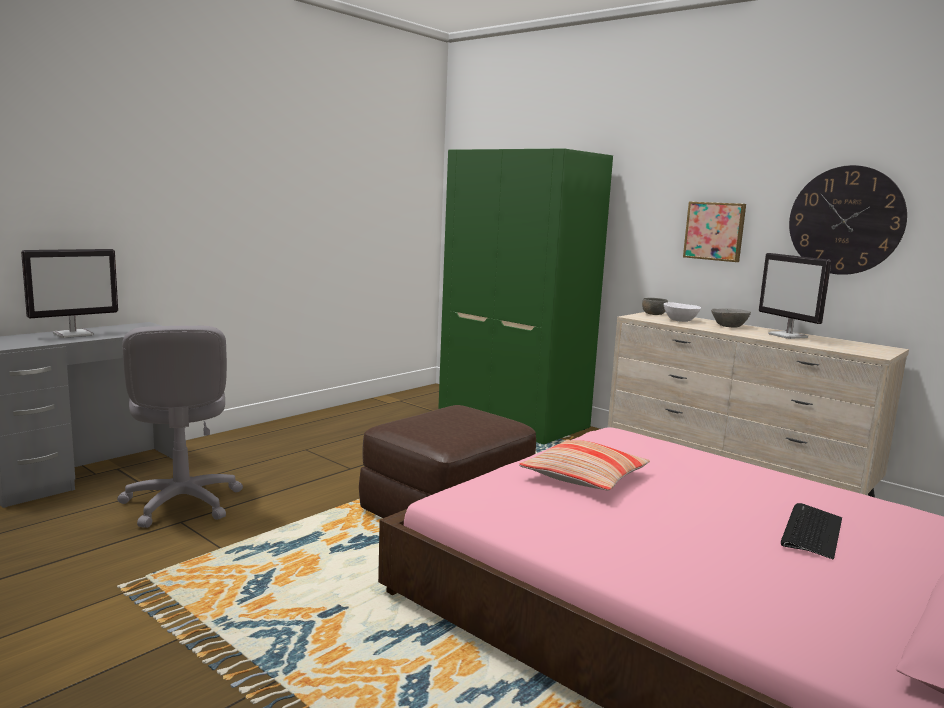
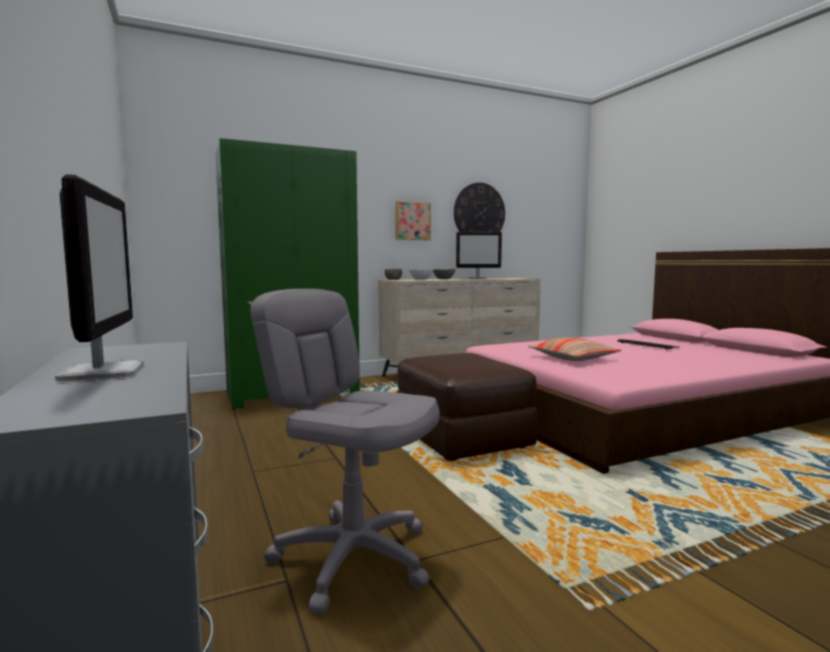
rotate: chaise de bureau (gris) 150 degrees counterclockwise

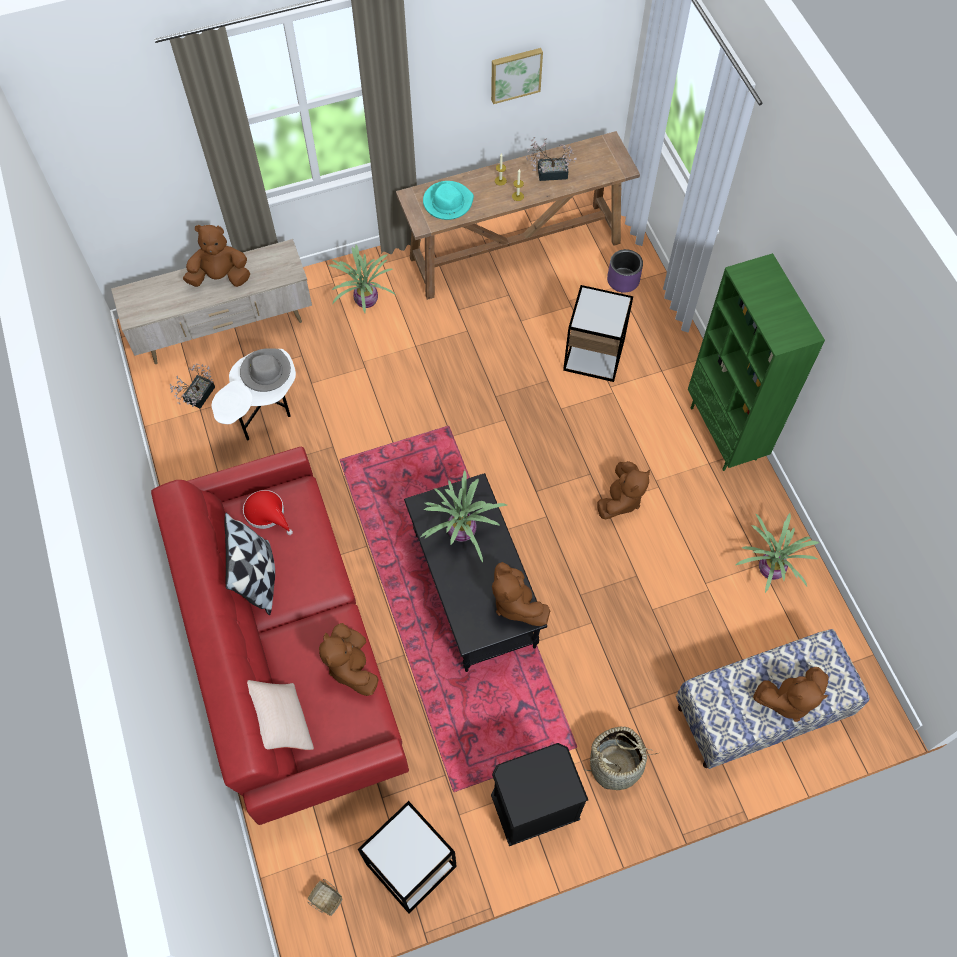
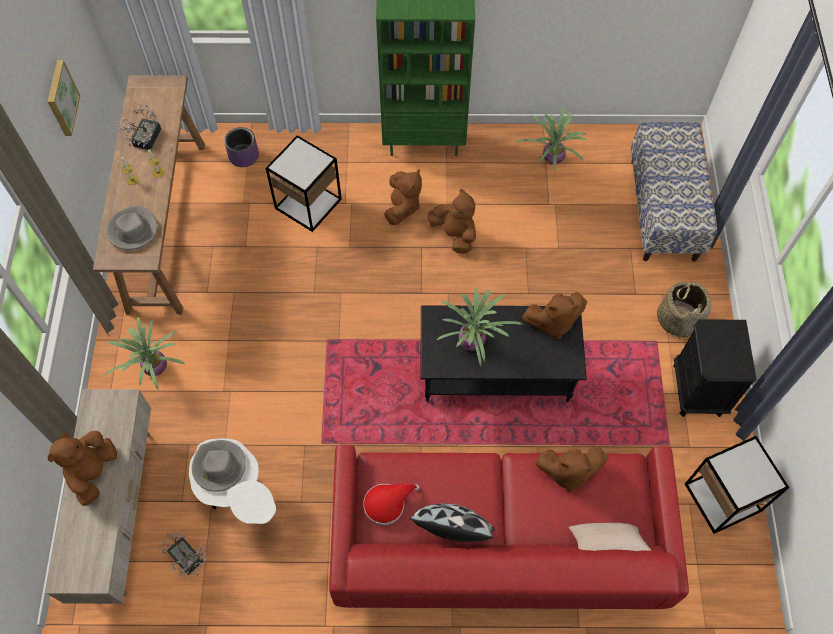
delete: panier (1st from left)
move: peluche (marron) (5th from left in the first image) to peluche (marron) (2nd from left)
recolor: chapeau (turquoise) to chapeau (gris) (1st from left)

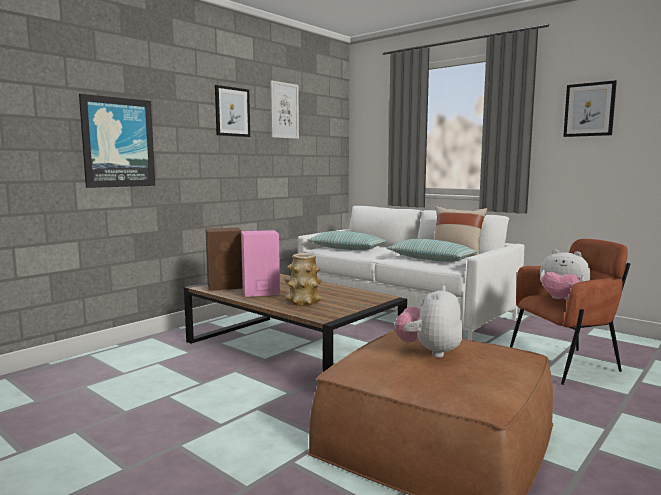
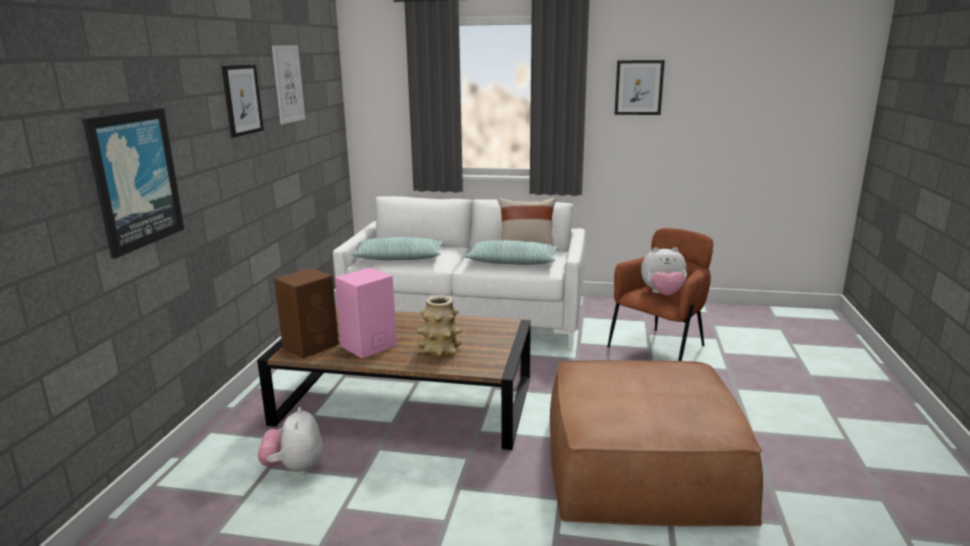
move: peluche (1st from left)

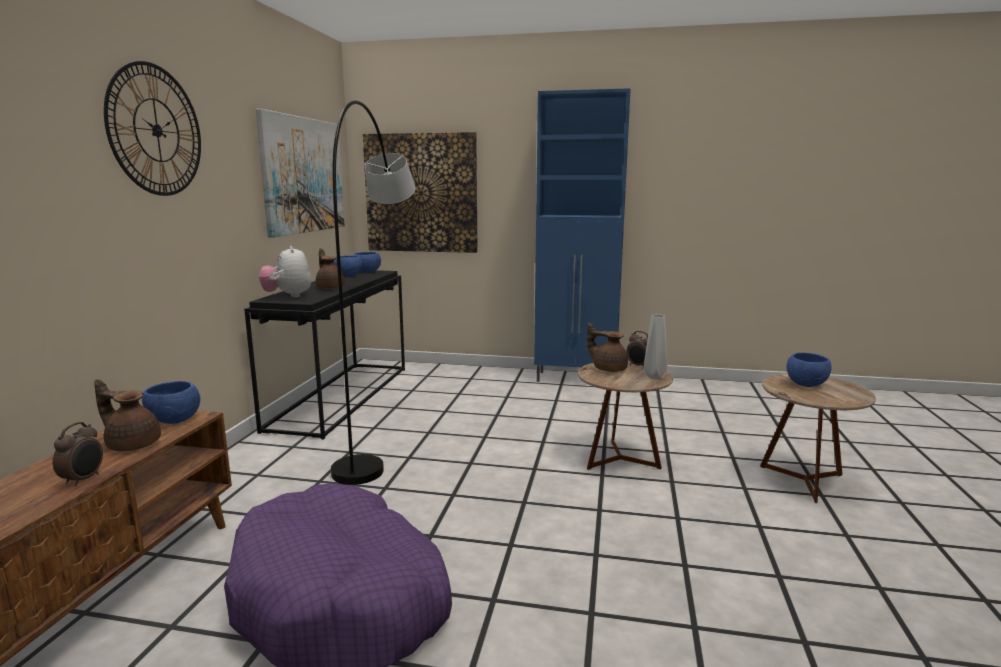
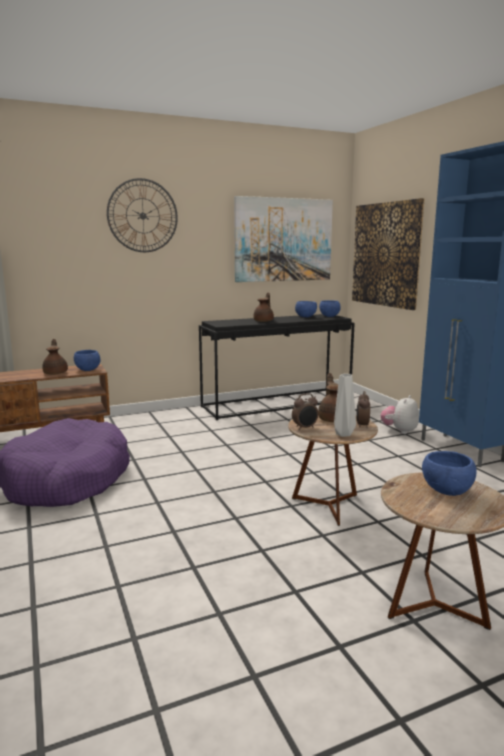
delete: lampadaire (gris)
move: peluche; réveil (1st from left)

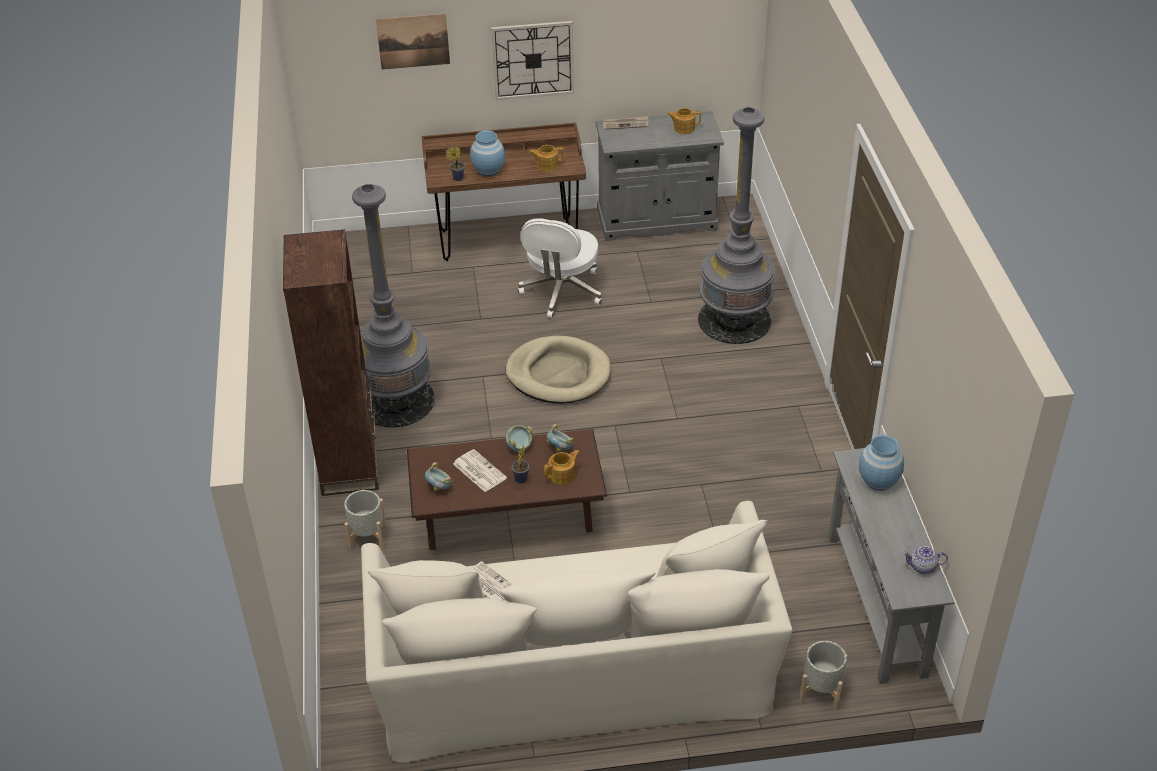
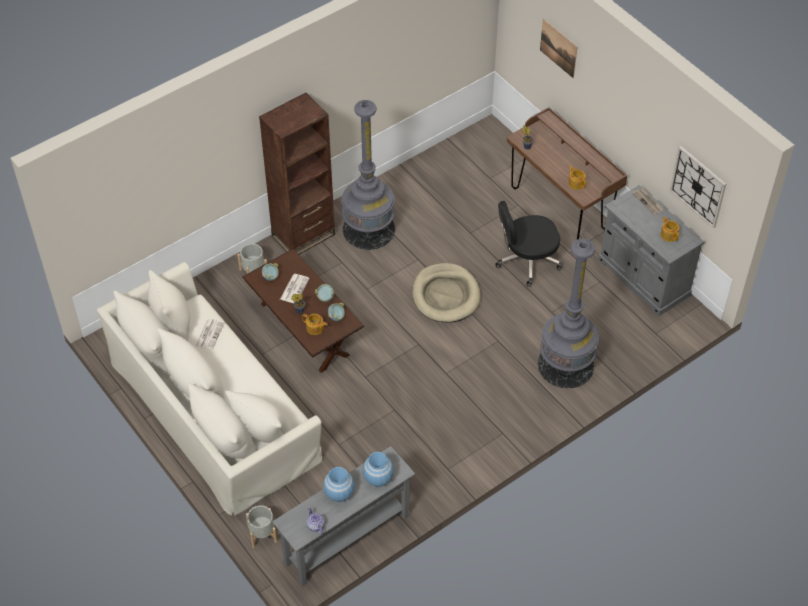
move: horloge murale; vase (bleu) (1st from left)
recolor: chaise de bureau (blanc) to chaise de bureau (noir)

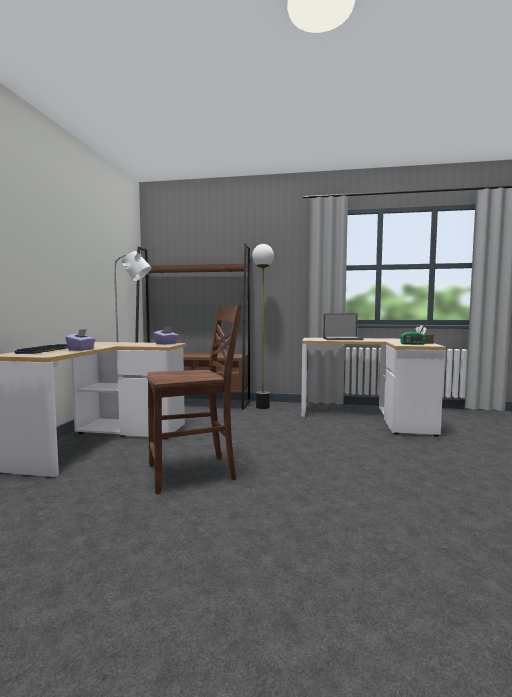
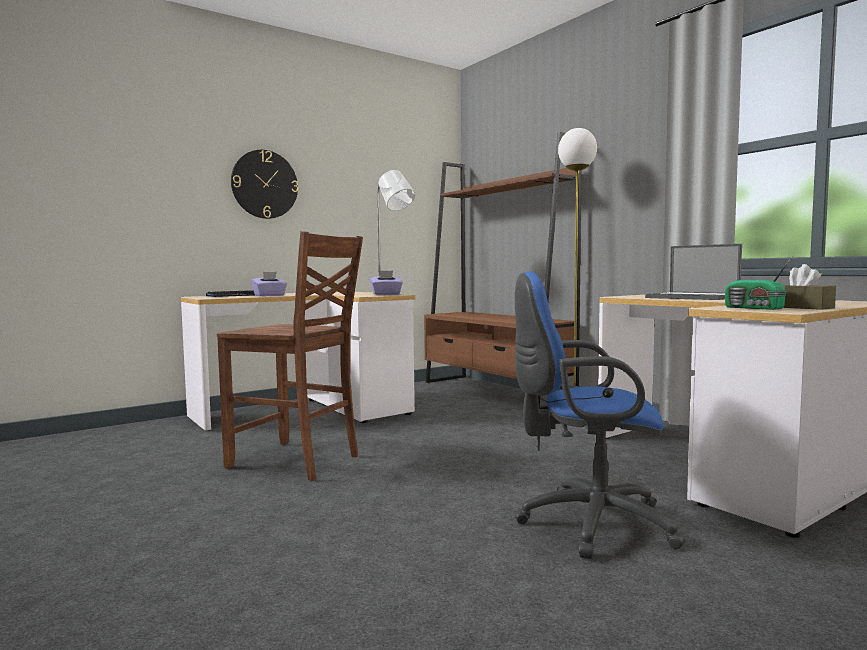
insert: horloge murale; chaise de bureau (bleu)

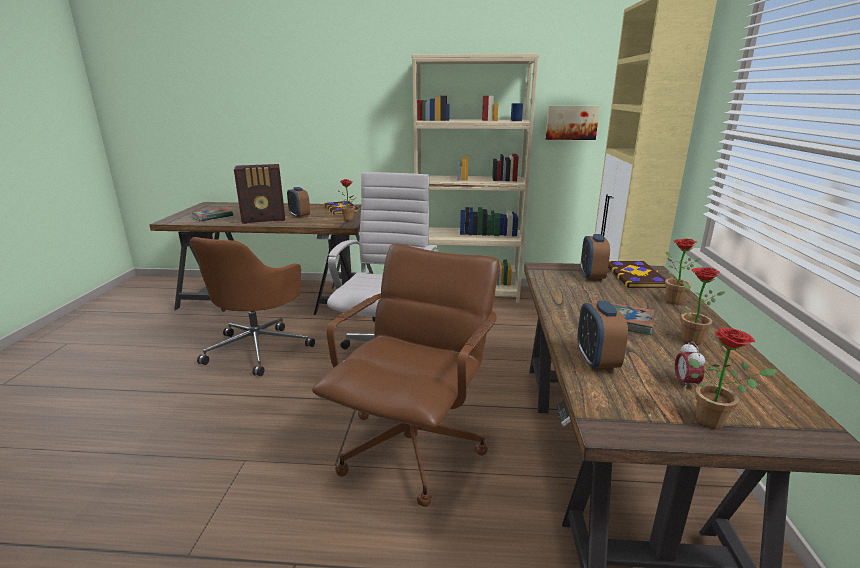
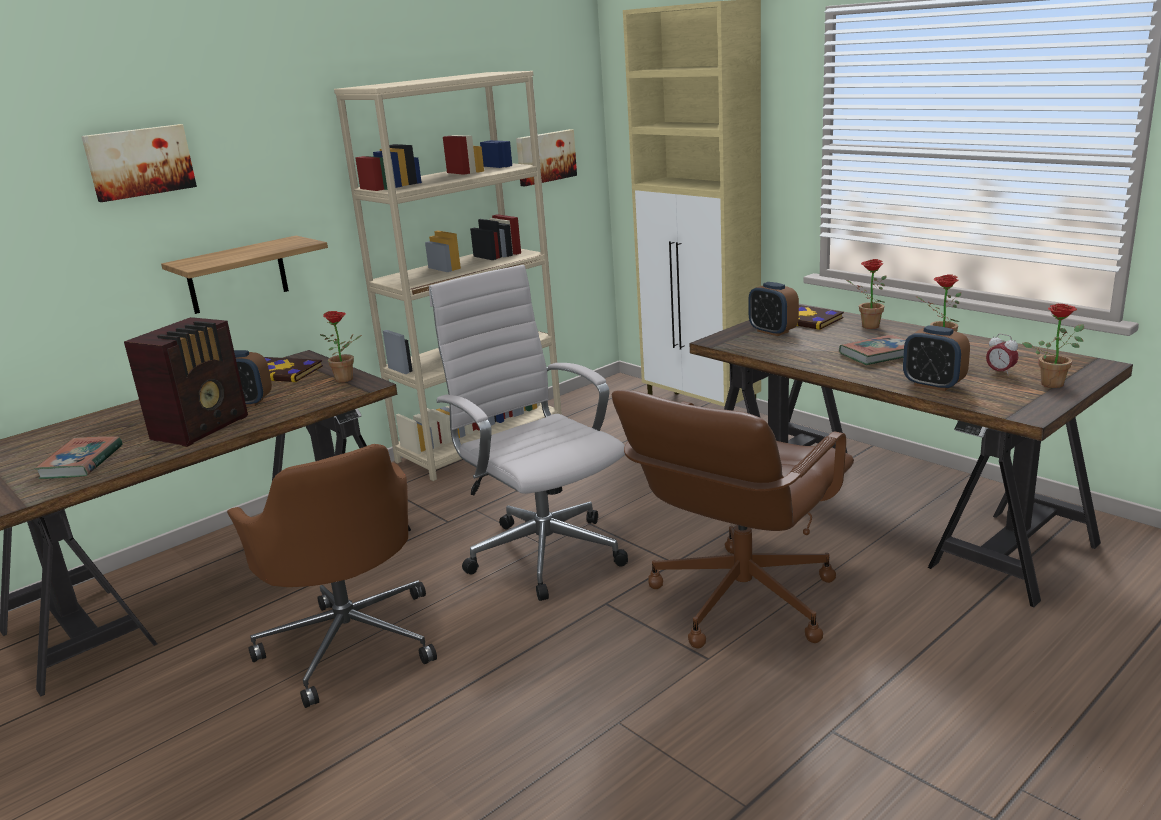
insert: tableau (1st from left); étagère
rotate: chaise de bureau (marron) (2nd from left) 120 degrees counterclockwise

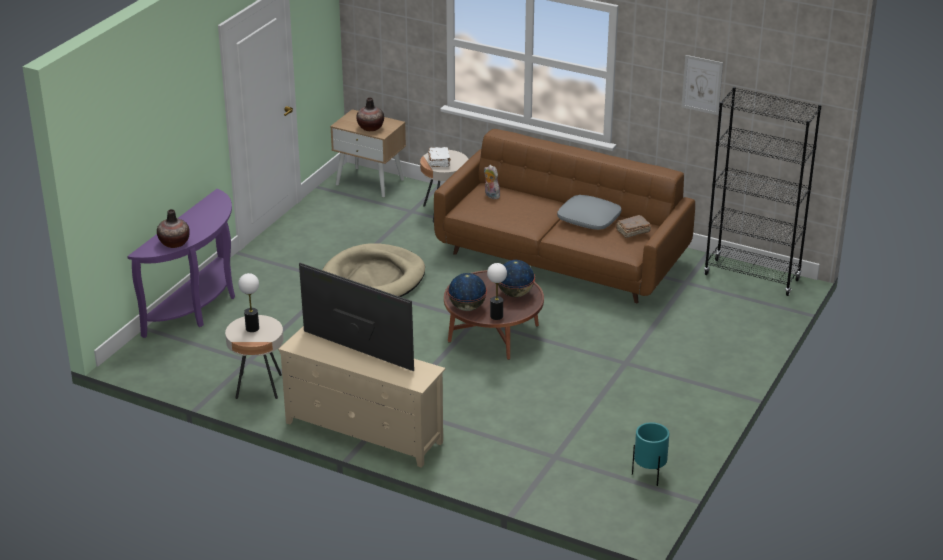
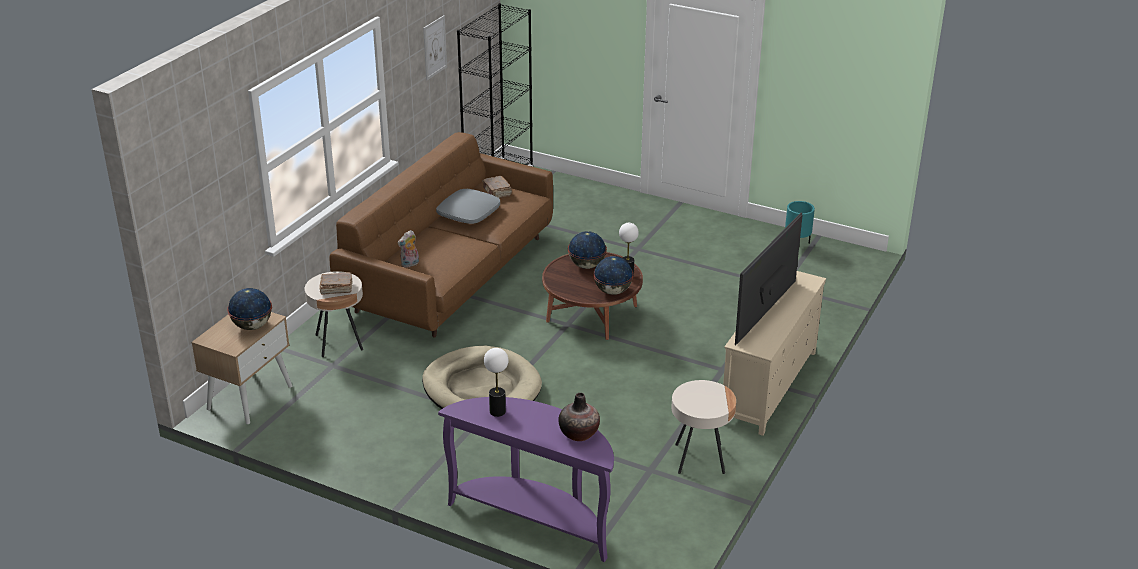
move: lampe de table (1st from left)
replace: vase (2nd from left) to globe (1st from left)
recolor: livre (blanc) to livre (marron) (1st from left)

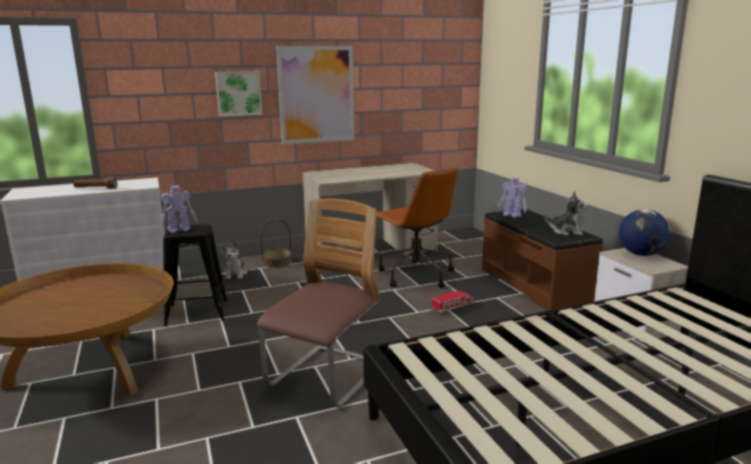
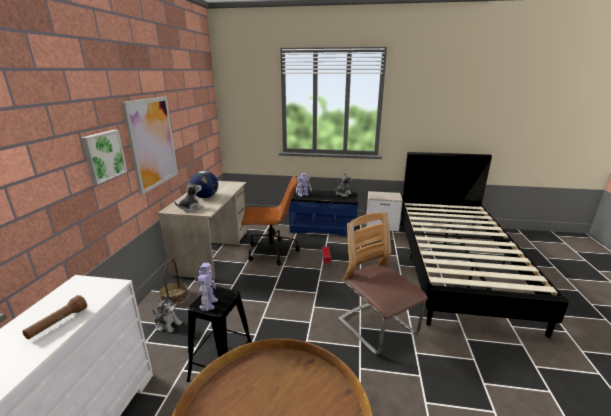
insert: peluche (2nd from left)
move: globe
recolor: banc (marron) to banc (bleu)

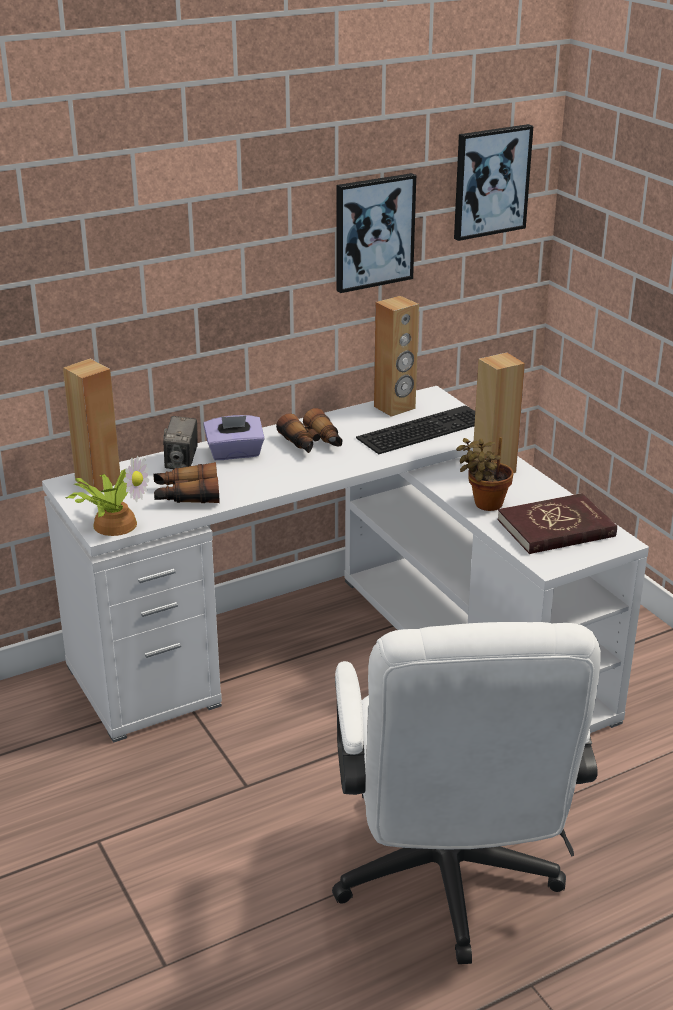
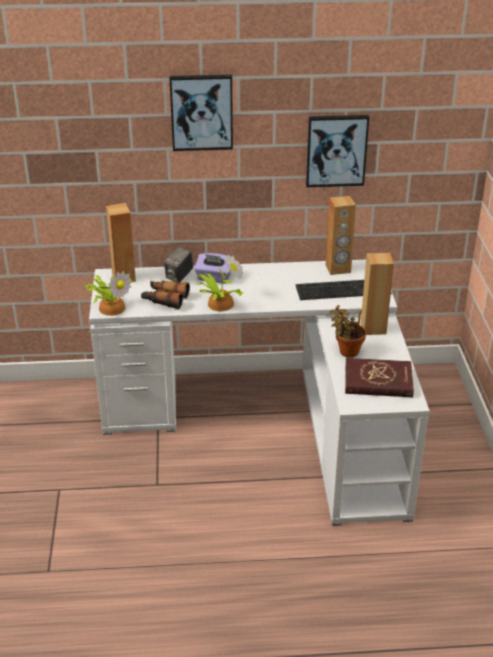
delete: jumelles (2nd from left); chaise de bureau (blanc)
insert: plante en pot (2nd from left)
move: tableau (2nd from left in the first image) to tableau (1st from left)

